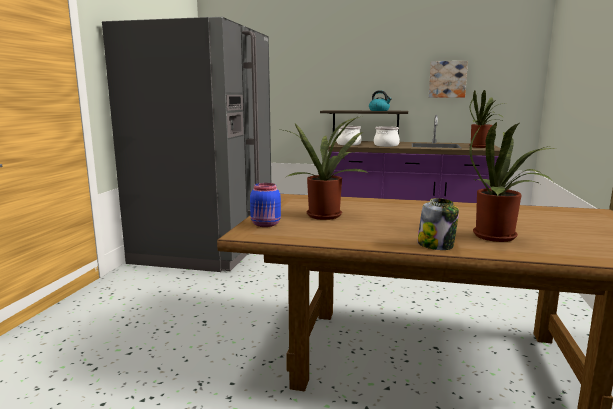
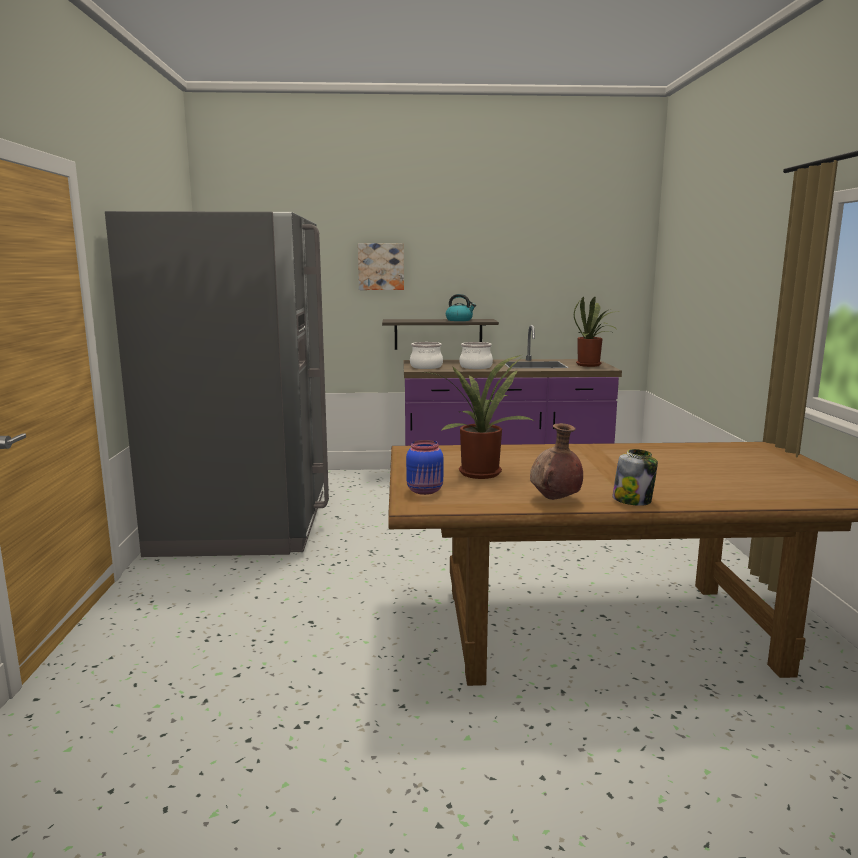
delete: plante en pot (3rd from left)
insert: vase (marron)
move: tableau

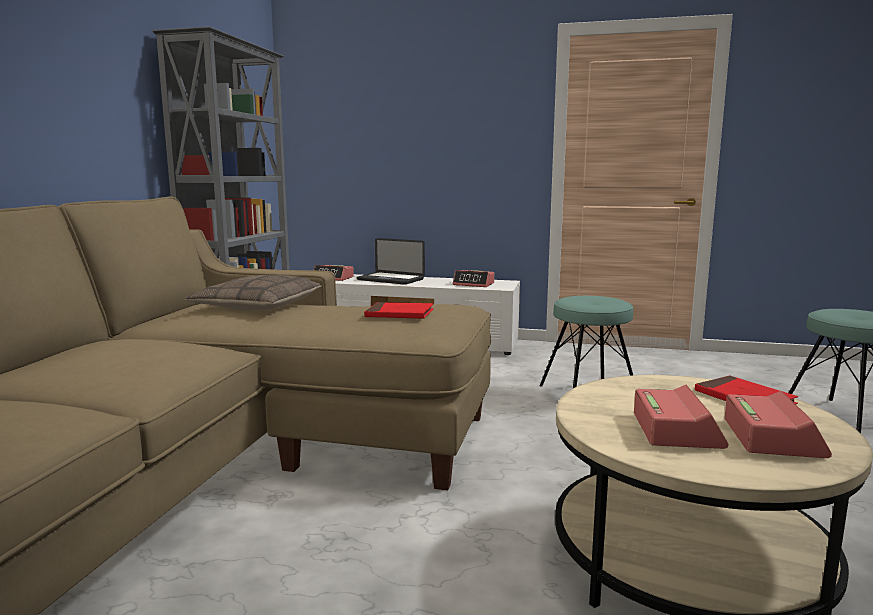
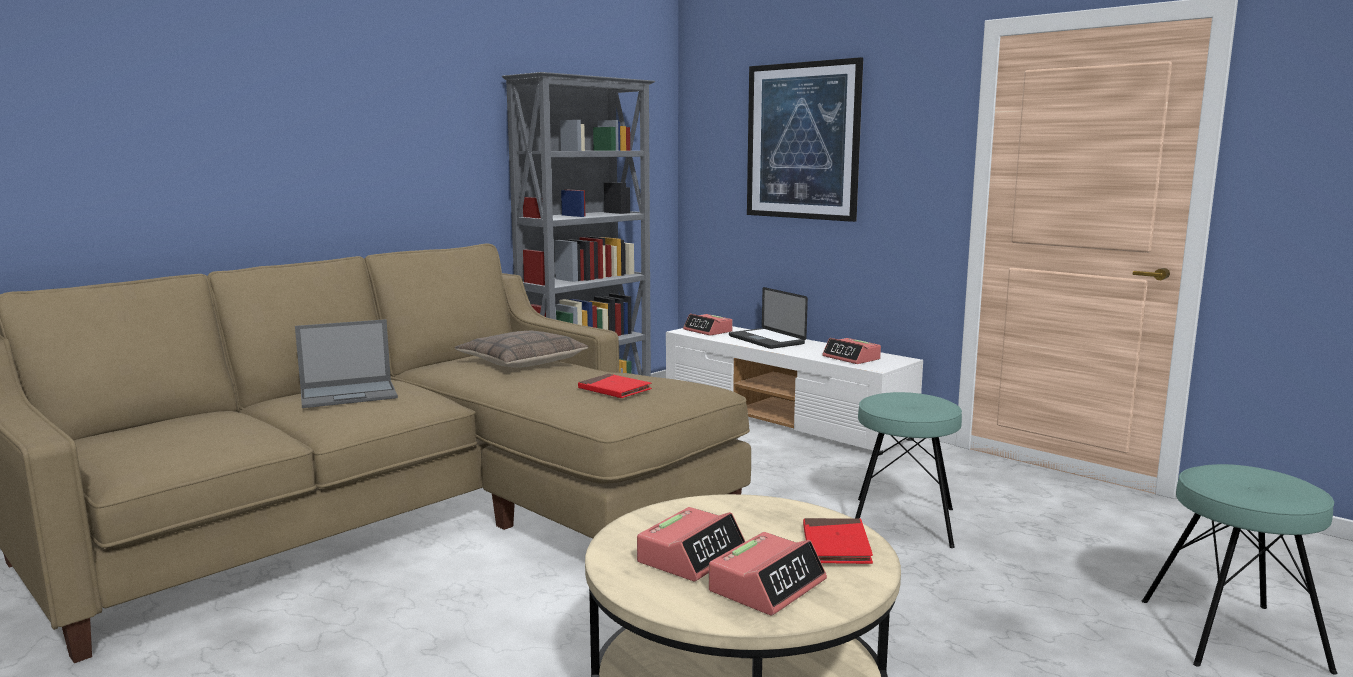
insert: tableau; ordinateur portable (1st from left)

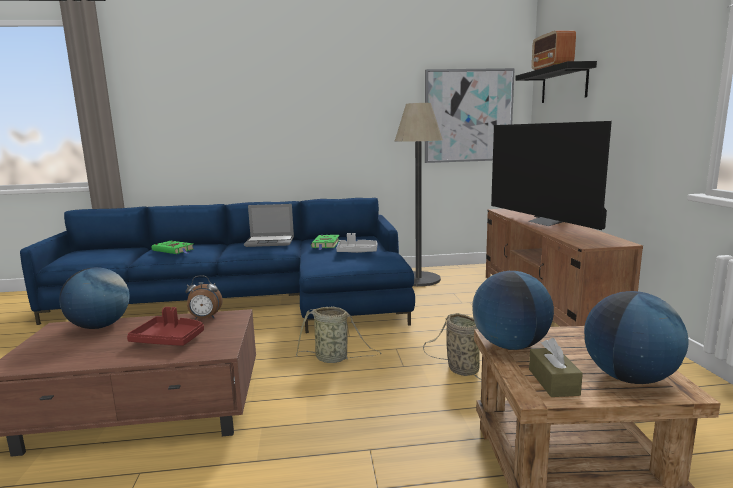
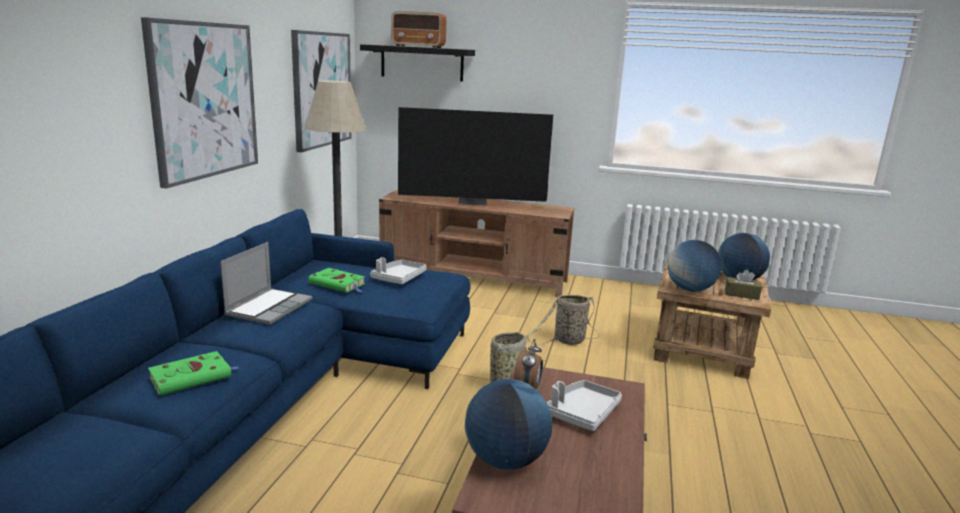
insert: tableau (1st from left)
recolor: plateau (rouge) to plateau (gris) (2nd from left)

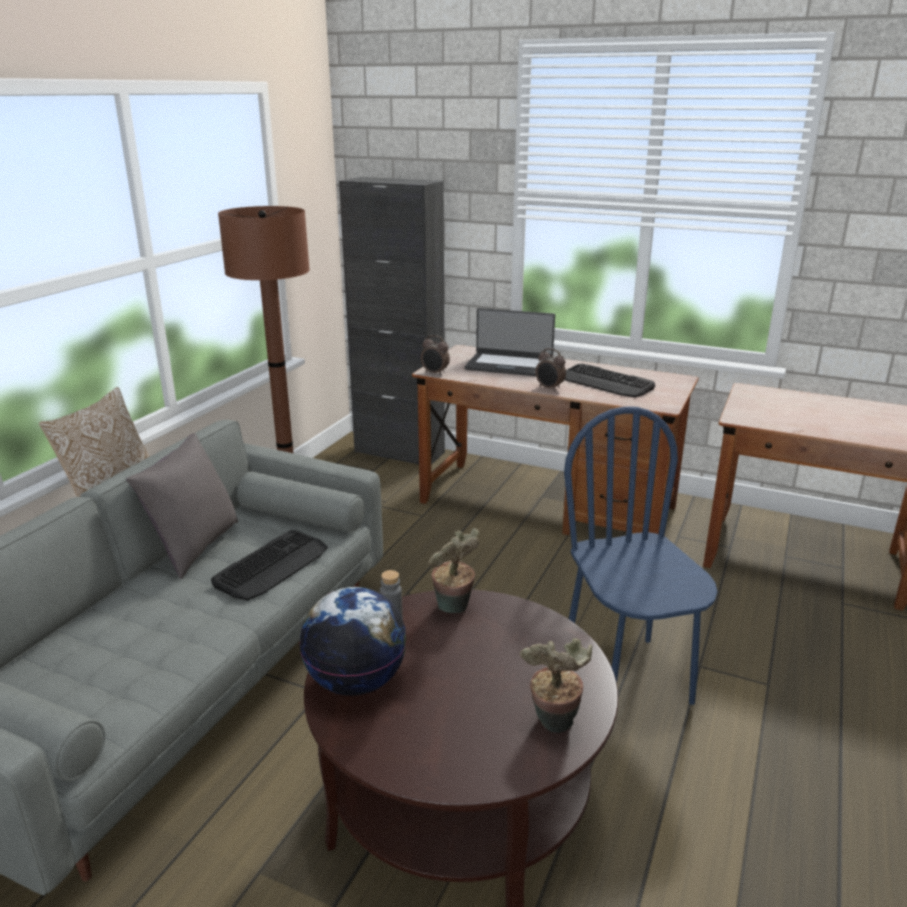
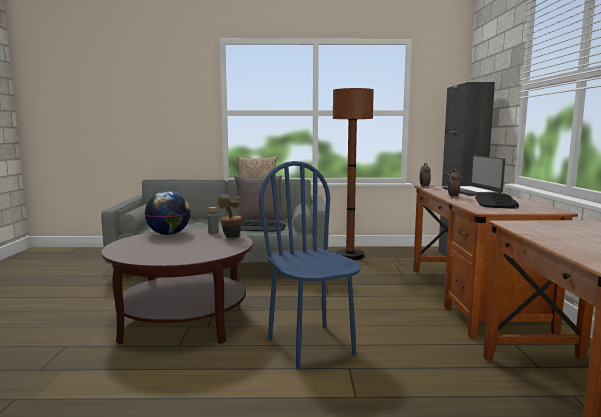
delete: plante en pot (2nd from left)
rotate: chaise (bleu) 75 degrees counterclockwise

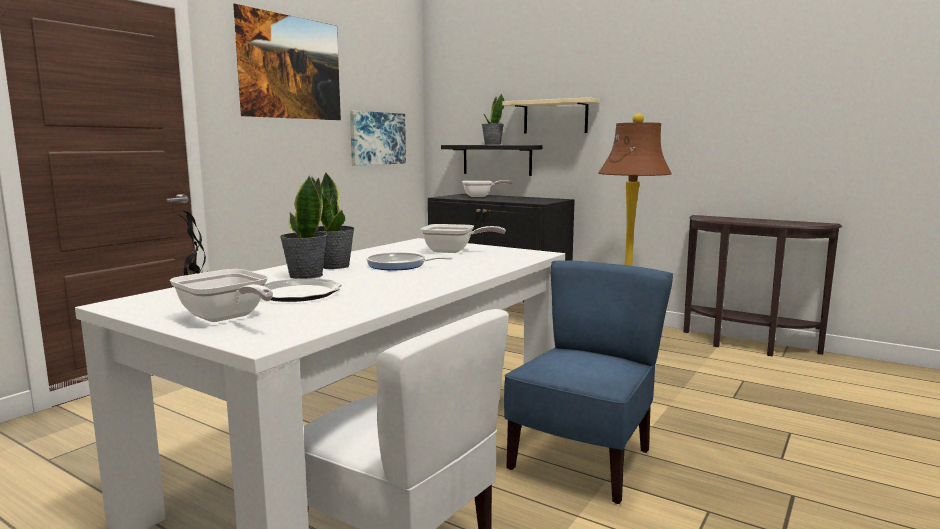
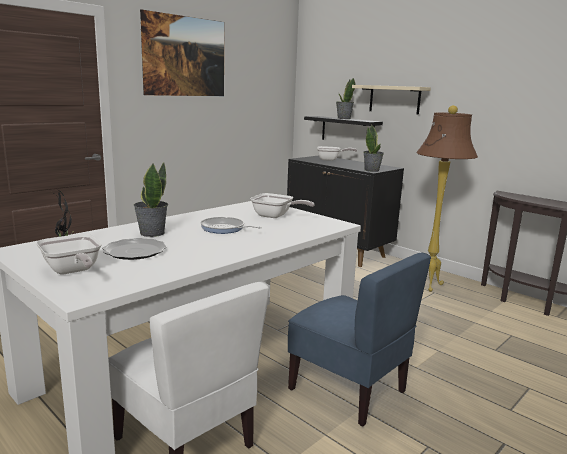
delete: tableau (2nd from left)
move: plante en pot (3rd from left in the first image) to plante en pot (4th from left)
rotate: chaise (bleu) 90 degrees clockwise

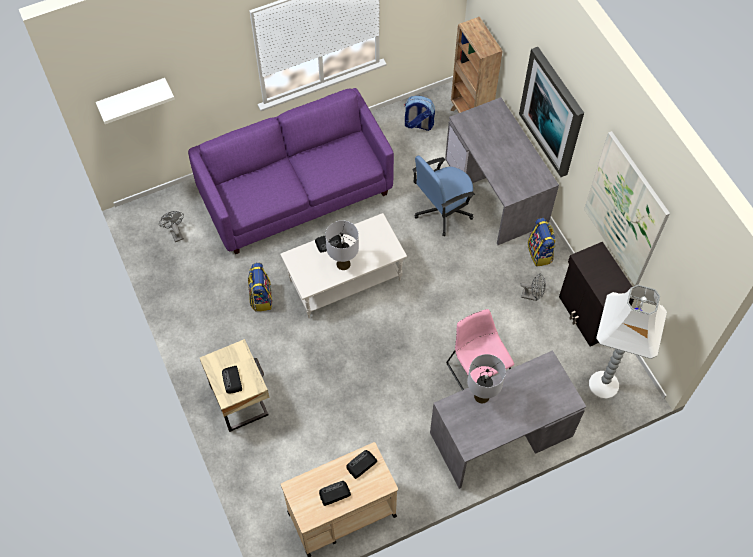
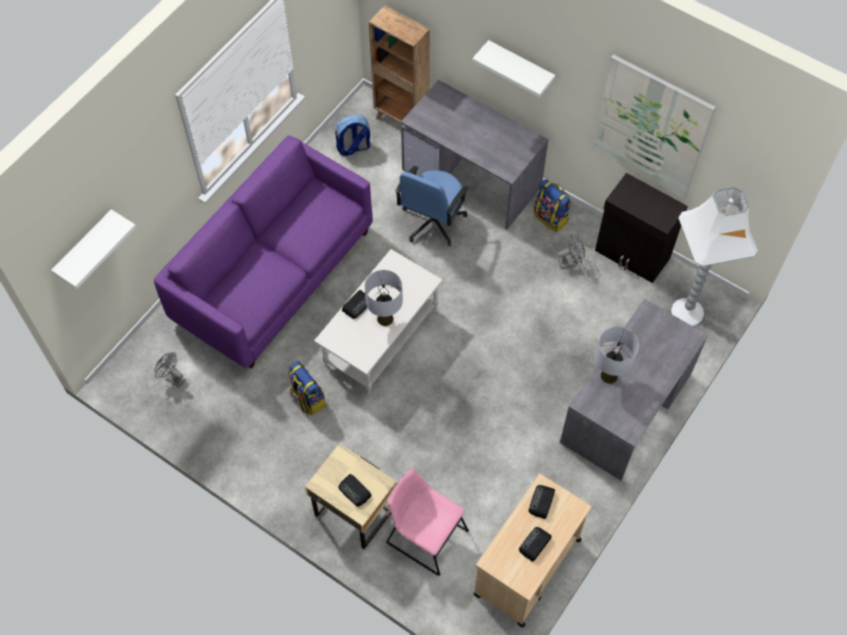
move: chaise (rose)
replace: tableau (1st from left) to étagère (blanc) (2nd from left)

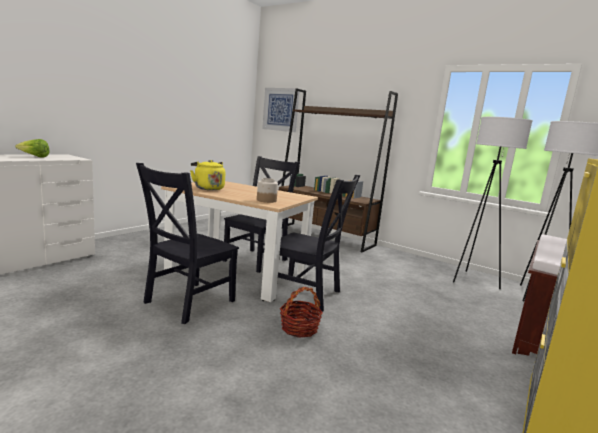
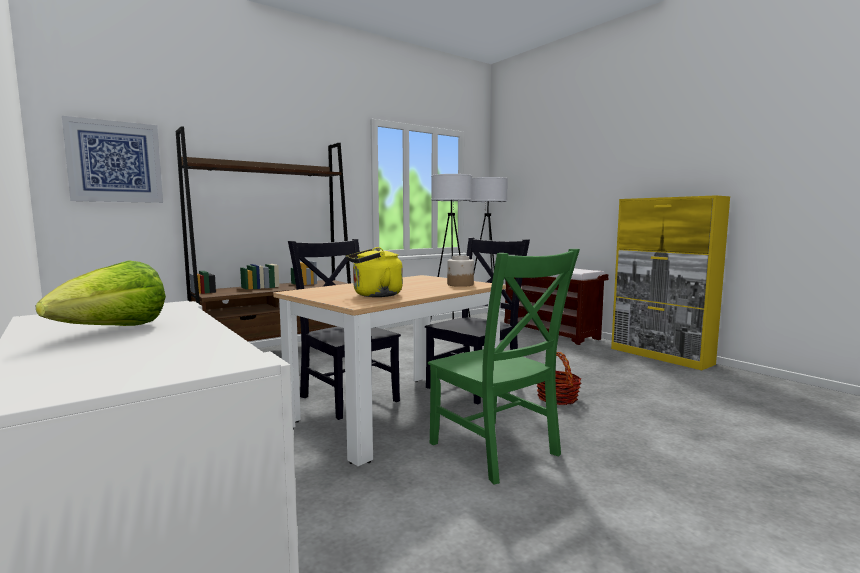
recolor: chaise (noir) (1st from left) to chaise (vert)

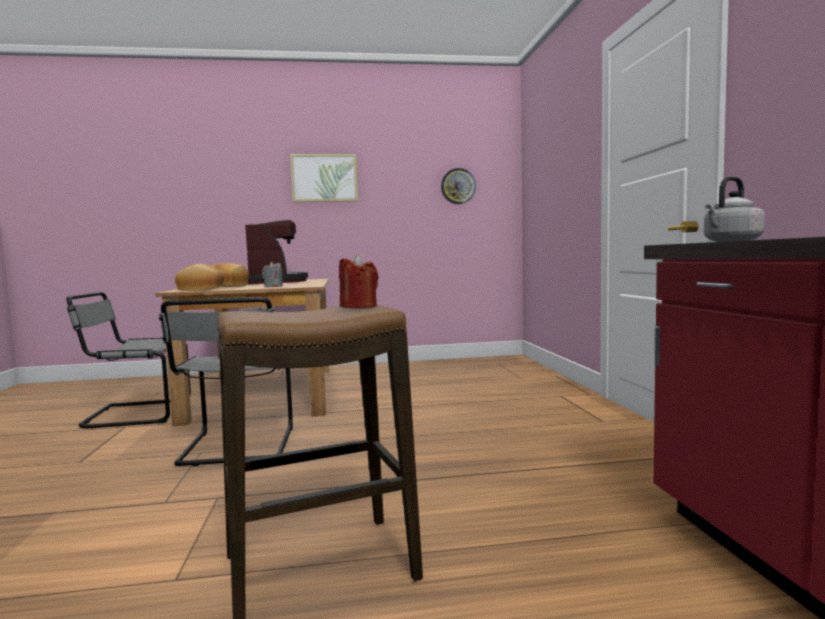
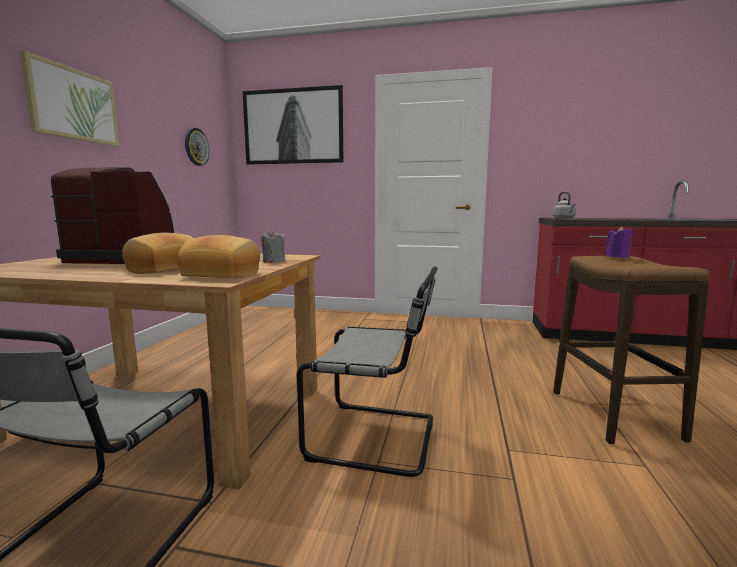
insert: tableau (2nd from left)
recolor: bougie (rouge) to bougie (violet)

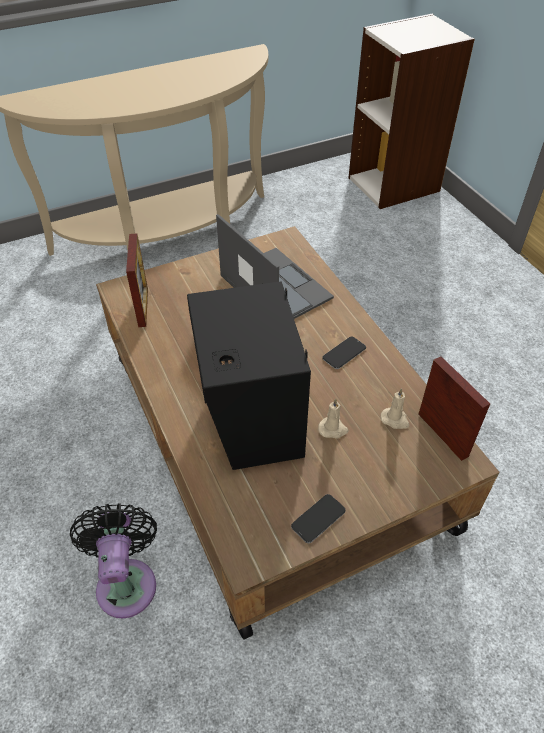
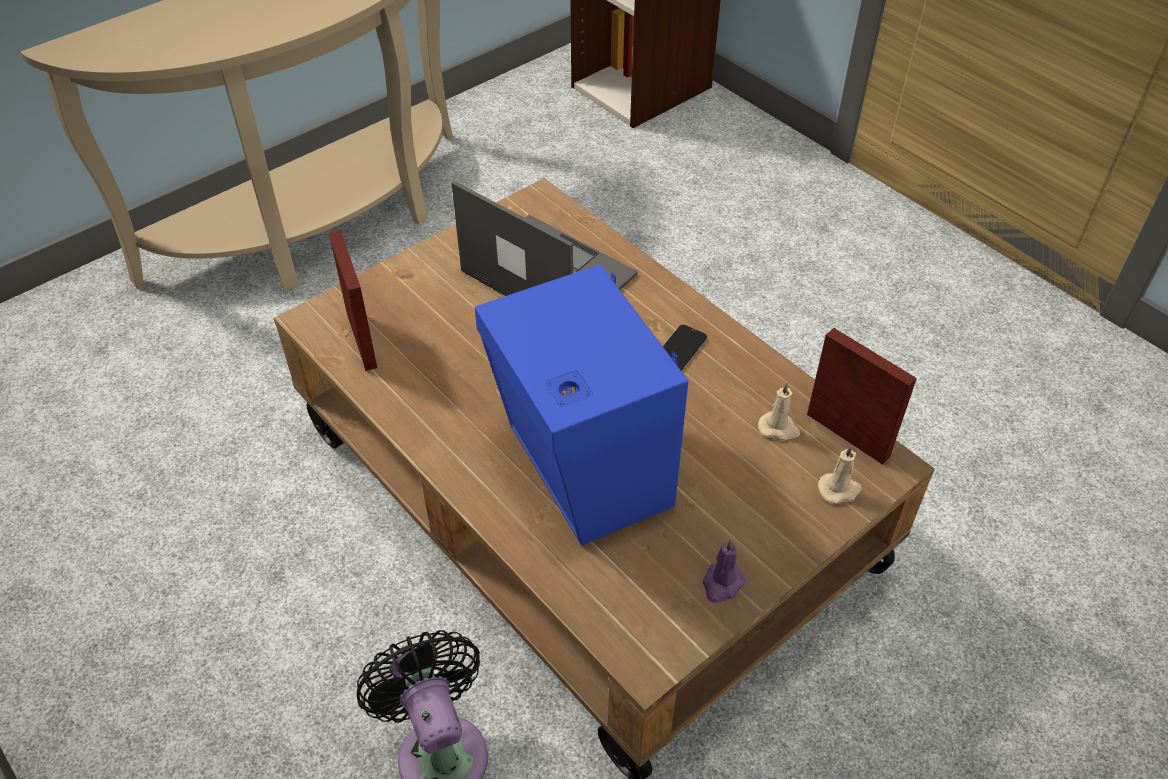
move: bougie (beige) (1st from left in the first image) to bougie (beige) (2nd from left)
replace: téléphone (1st from left) to bougie (violet)
recolor: enceinte (noir) to enceinte (bleu)

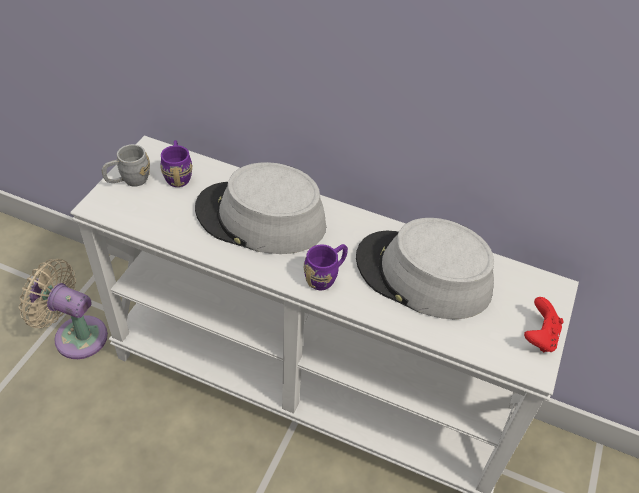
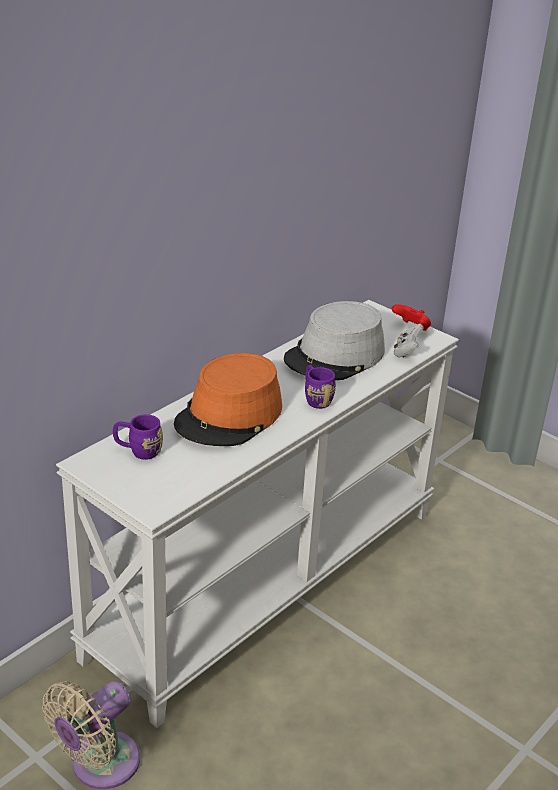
delete: mug (gris)
insert: manette (blanc)
recolor: chapeau (gris) (1st from left) to chapeau (orange)

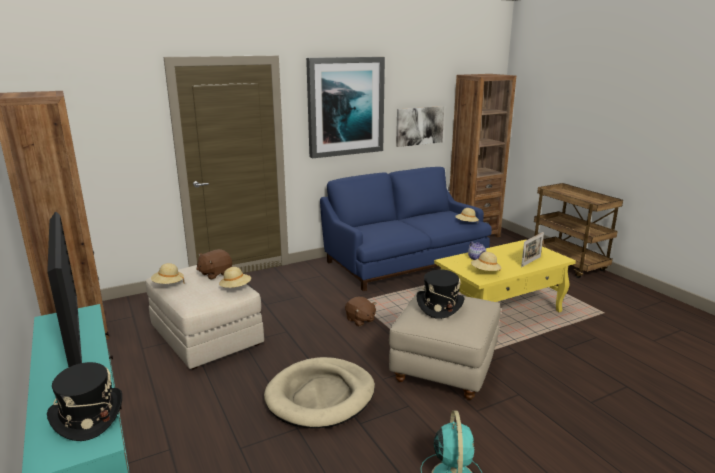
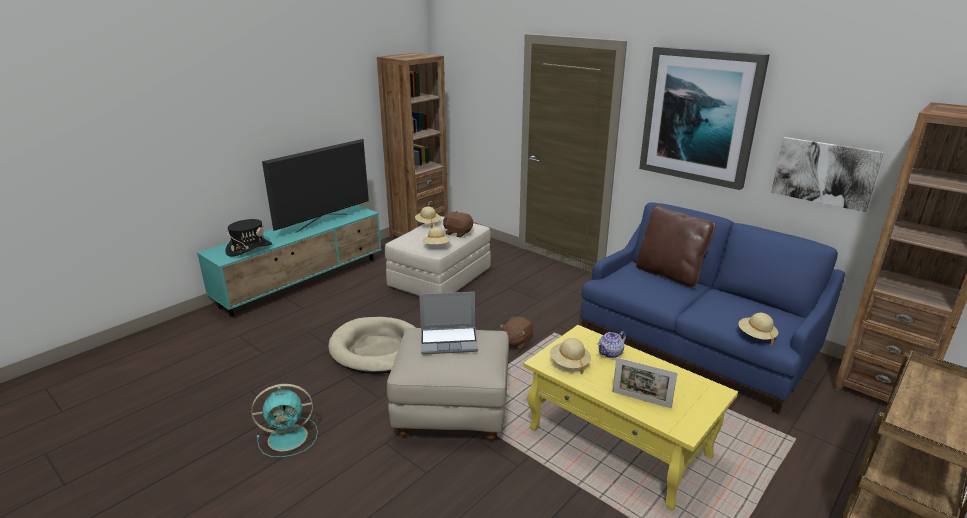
insert: coussin (marron)
replace: chapeau (noir) (2nd from left) to ordinateur portable

